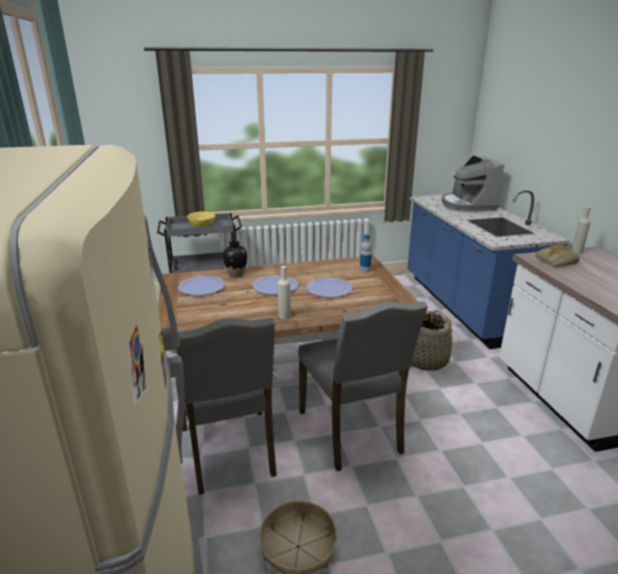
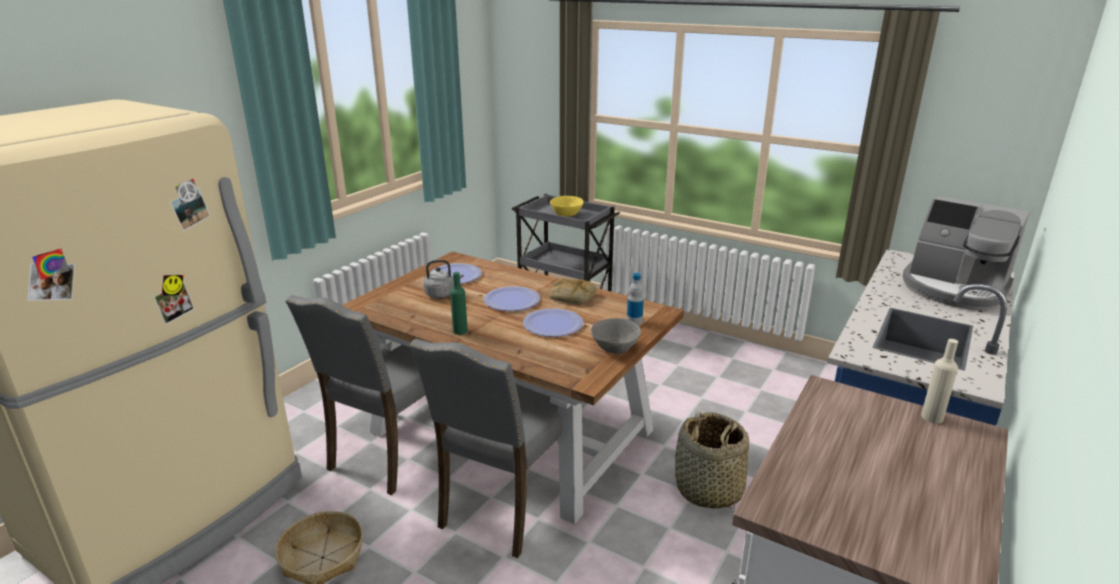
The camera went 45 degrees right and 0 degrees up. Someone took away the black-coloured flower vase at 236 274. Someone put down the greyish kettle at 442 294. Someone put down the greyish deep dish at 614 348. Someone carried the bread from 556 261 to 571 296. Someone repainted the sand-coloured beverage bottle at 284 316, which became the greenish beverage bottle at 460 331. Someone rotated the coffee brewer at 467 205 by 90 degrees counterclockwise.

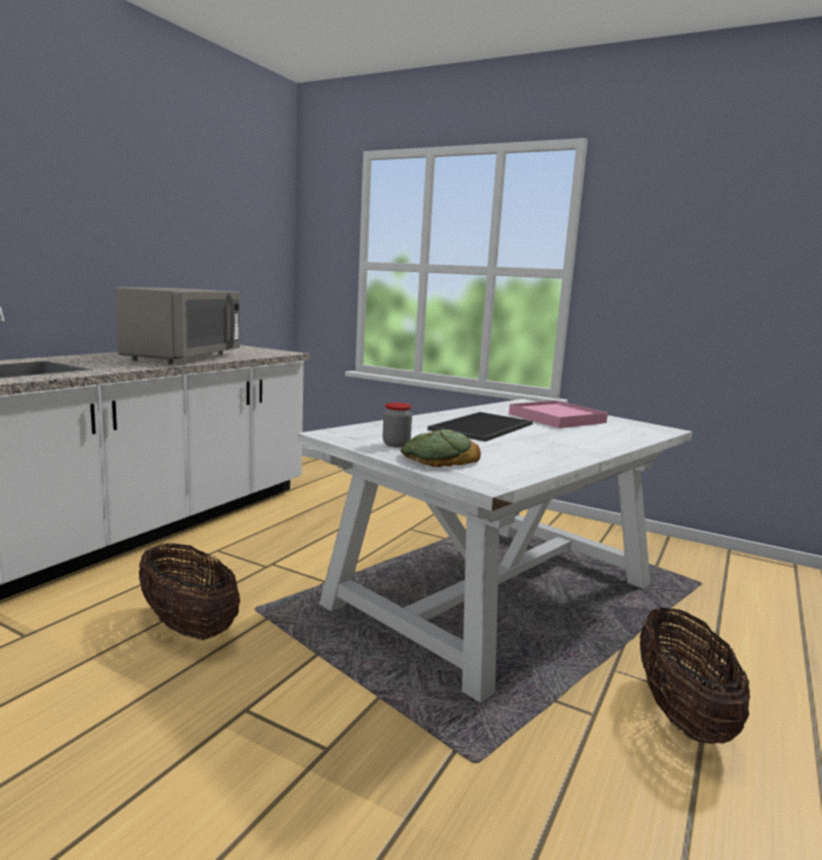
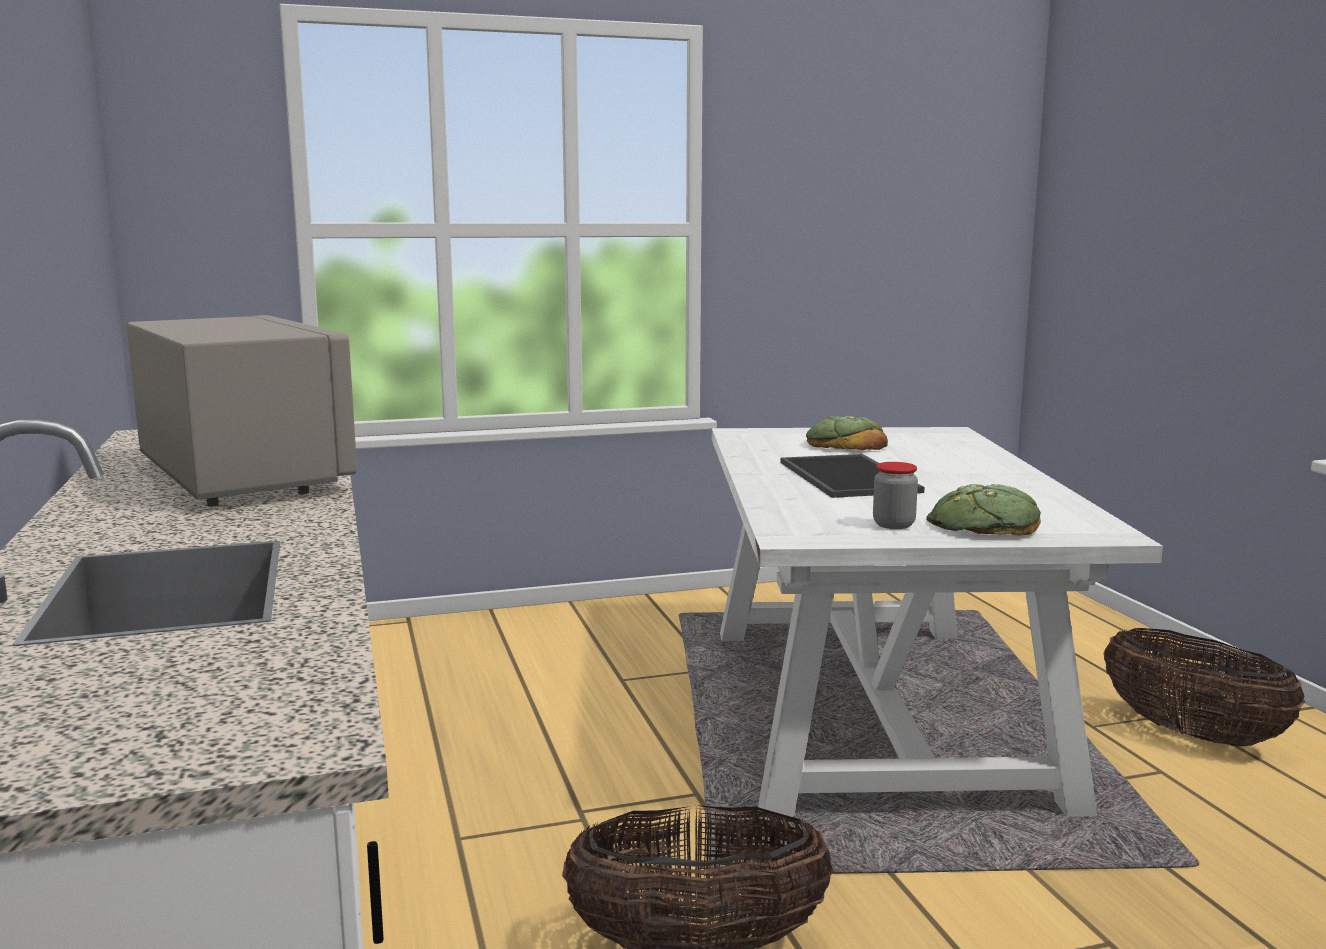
The camera went 45 degrees left and 0 degrees up. Someone swapped the pink carrying tray at 556 418 for the bread at 845 445.

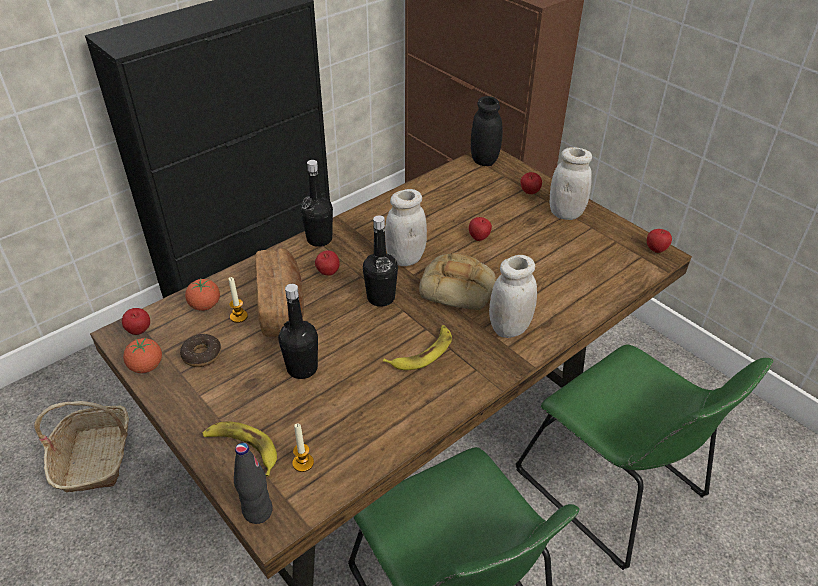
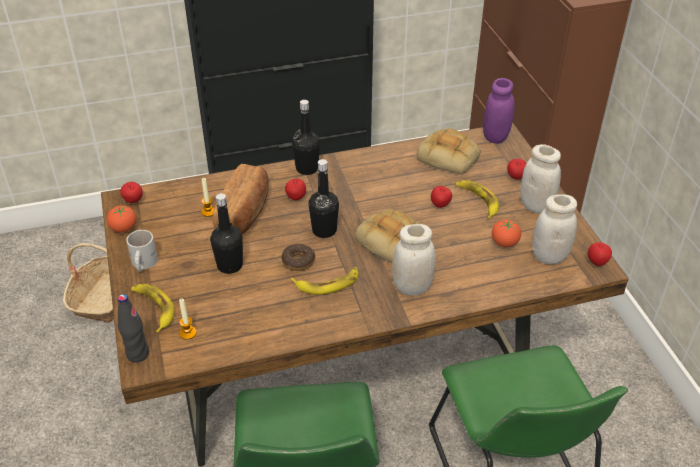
The camera went 25 degrees right and 0 degrees up. Someone put down the whitish tea mug at 142 264. Someone put down the bread at 449 157. Someone put down the whole banana at 477 200. Someone carried the ring doughnut from 202 355 to 298 261. Someone carried the tomato from 205 305 to 504 243. Someone carried the whitish preserve jar from 405 258 to 549 256. Someone repainted the black-coloured preserve jar at 484 160, which became the purple preserve jar at 495 137.

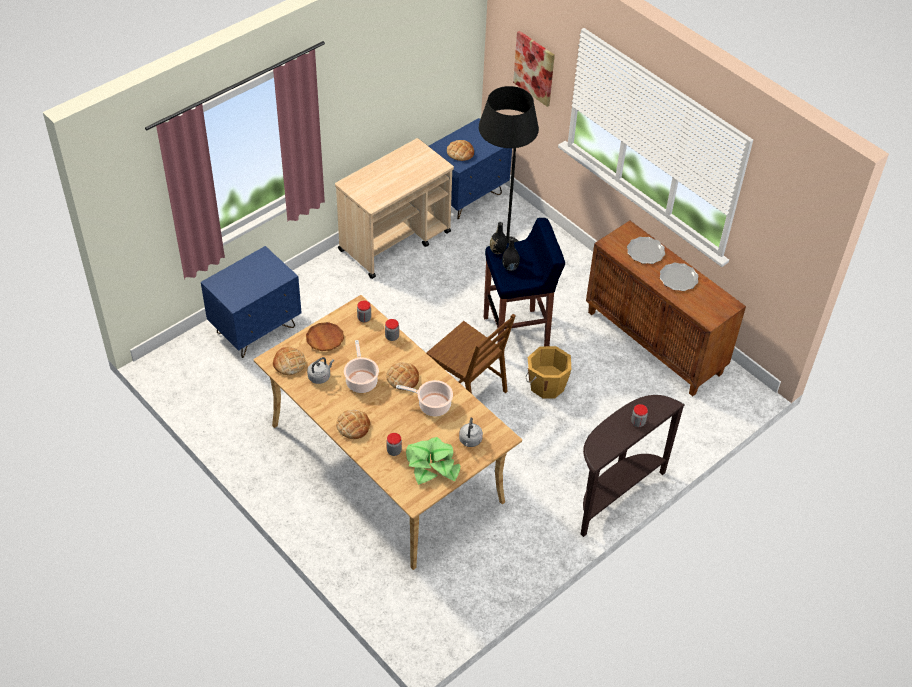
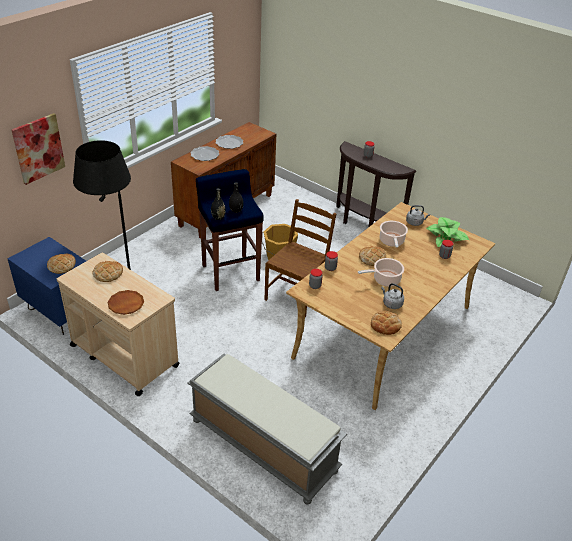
The camera went 100 degrees left and 10 degrees down. Someone carried the brown-coloured flat dish from 325 338 to 126 304. Someone carried the bread from 353 426 to 108 273. Someone swapped the blue bedside table at 256 330 for the greyish indoor bench at 261 445.

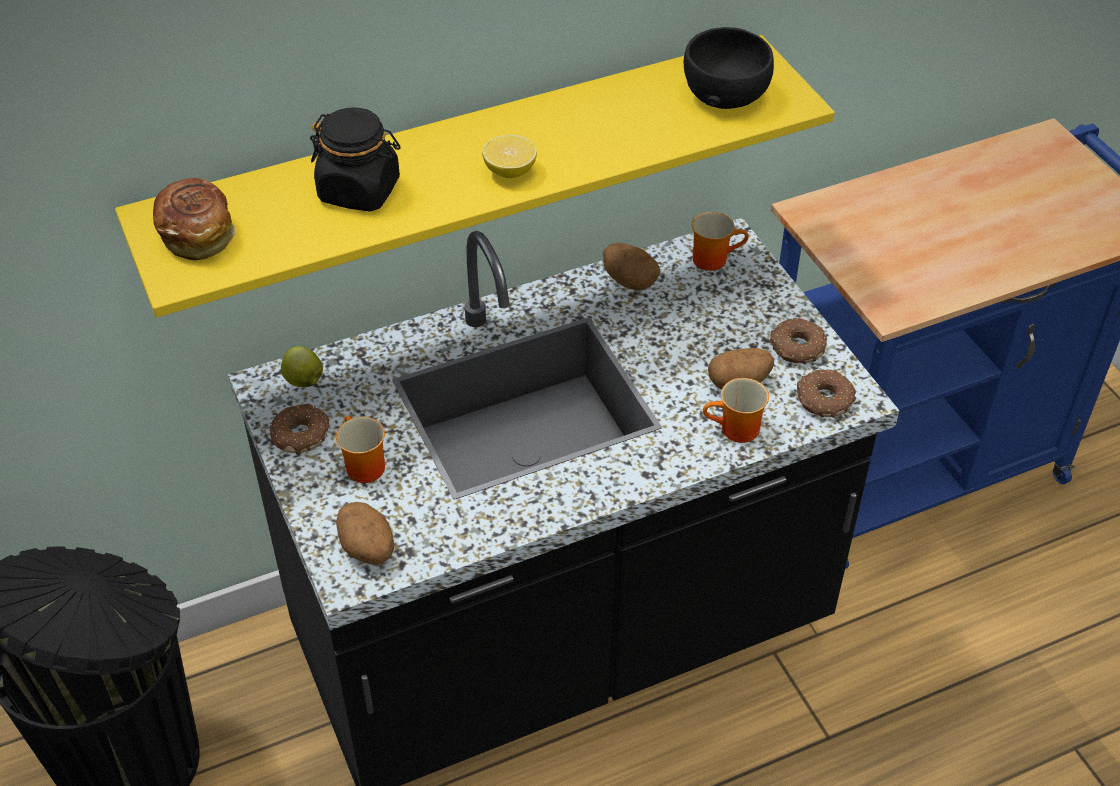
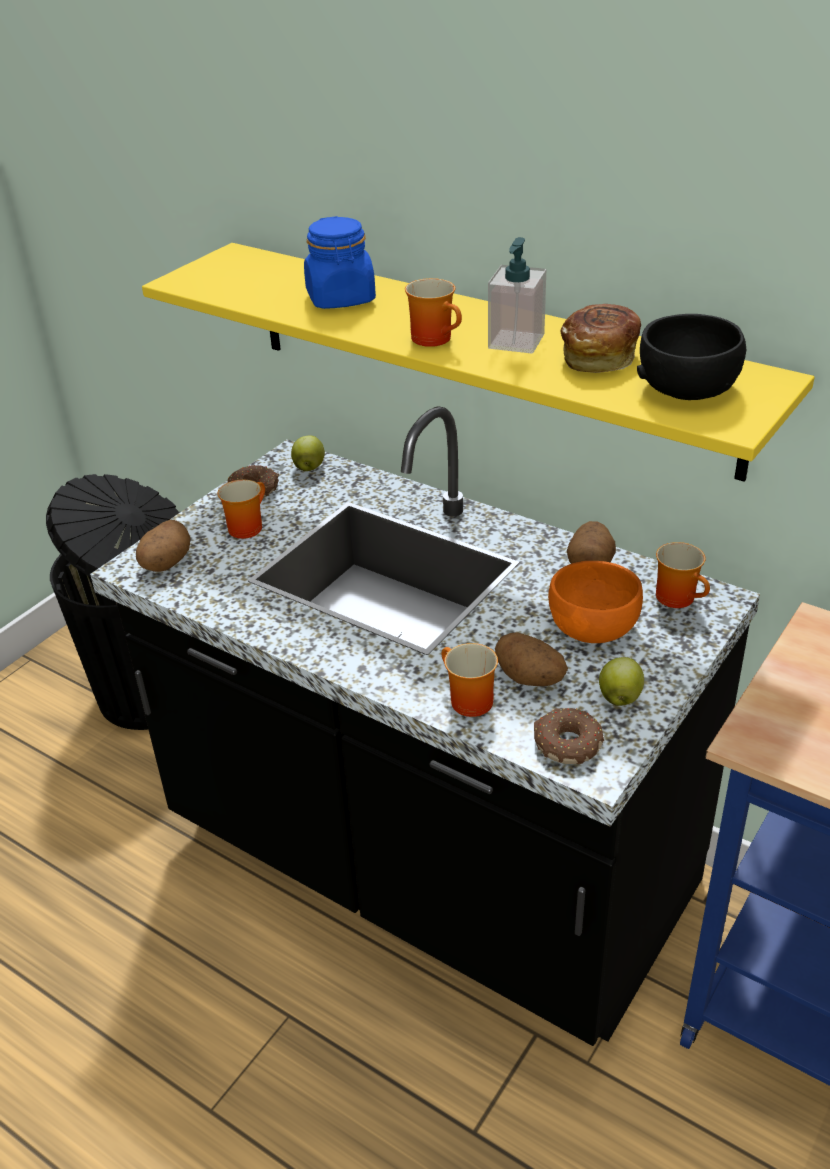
The camera went 60 degrees right and 10 degrees down. Someone put down the soap bottle at 516 341. Someone put down the orangey deep dish at 593 626. Someone carried the bread from 197 234 to 599 357. Someone swapped the citrus fruit at 510 171 for the tea mug at 437 339. Someone swapped the ring doughnut at 796 348 for the apple fruit at 619 697. Someone repainted the black-coloured preserve jar at 360 190, which became the blue preserve jar at 341 299.

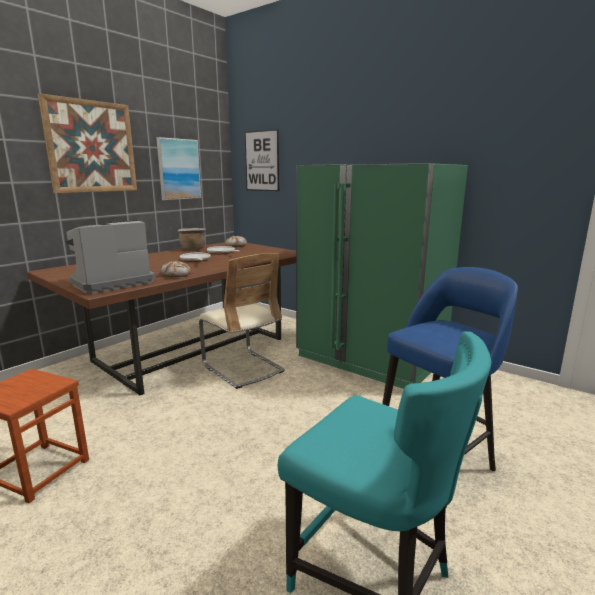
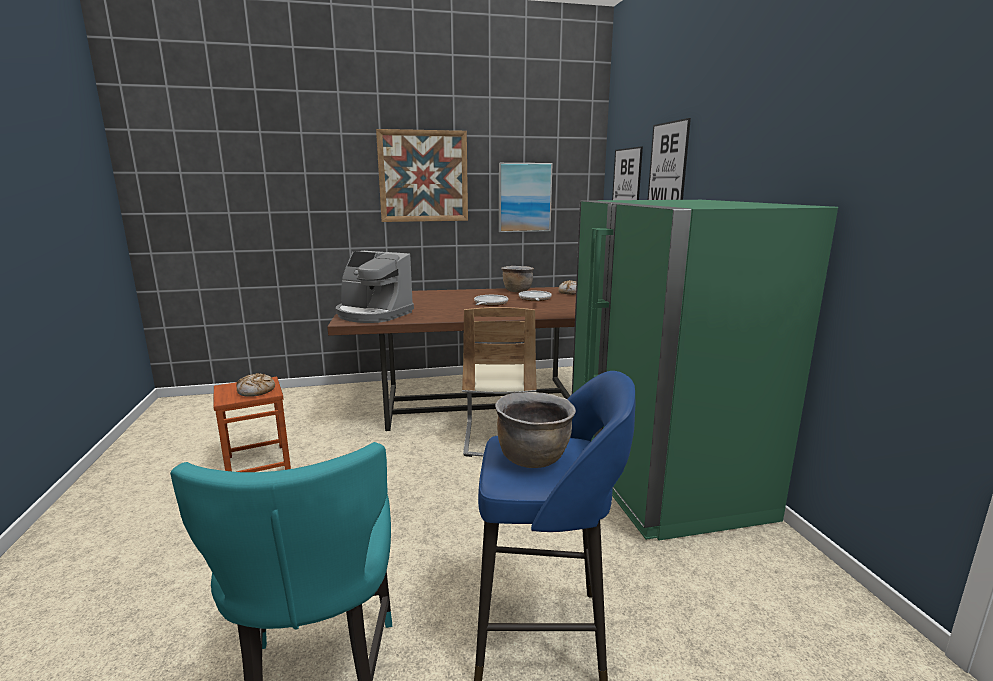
The camera went 40 degrees right and 0 degrees up. Someone put down the brown-coloured cooking pot at 533 458. Someone put up the wall picture at 667 168. Someone carried the bread from 176 275 to 256 391. Someone rotated the coffee brewer at 110 283 by 150 degrees counterclockwise.

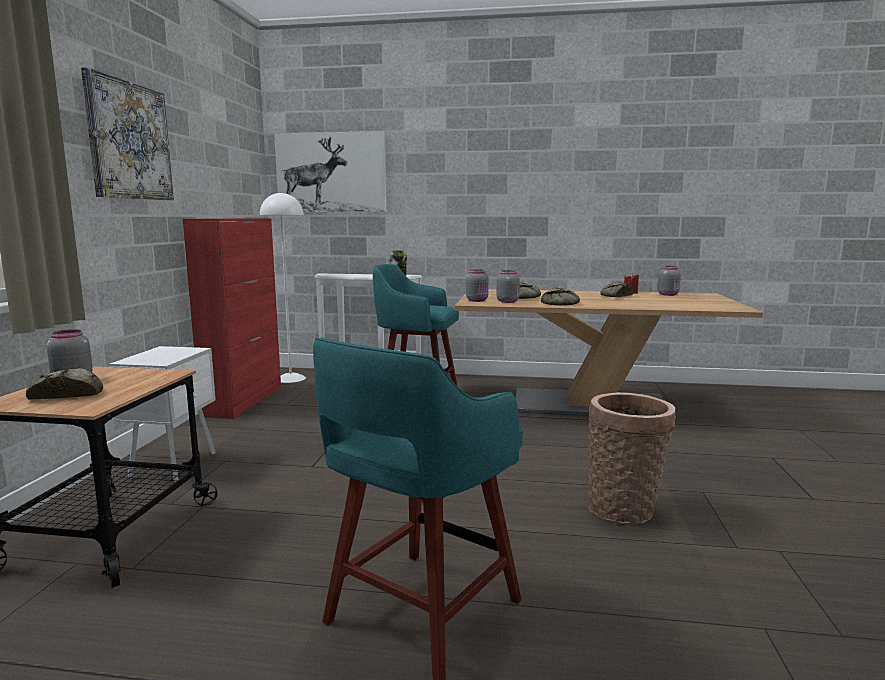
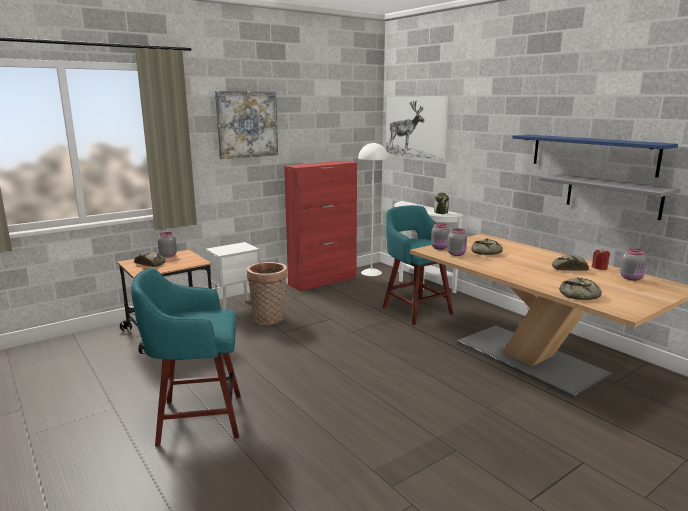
The camera went 45 degrees right and 5 degrees up. Someone put up the blue shelf at 592 154. Someone put up the greyish shelf at 613 196. Someone carried the bread from 561 303 to 580 295. Someone carried the basket from 624 510 to 269 319.

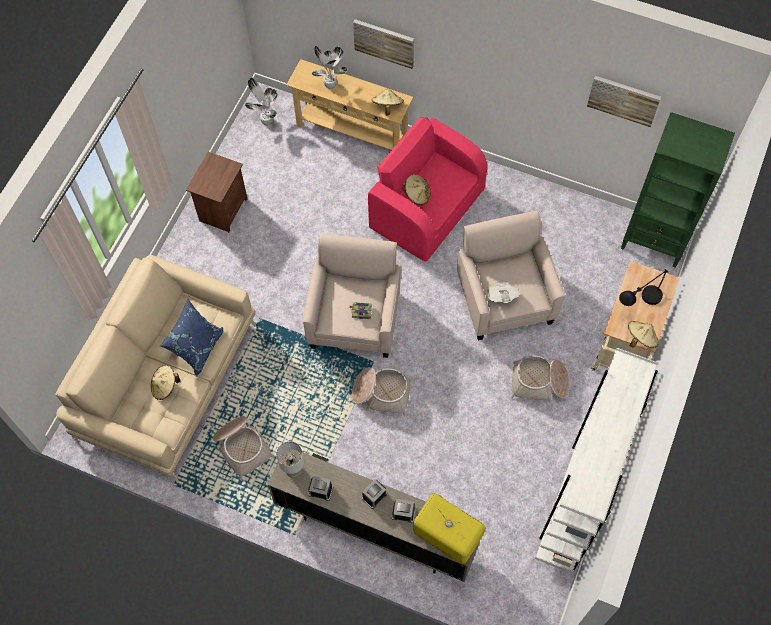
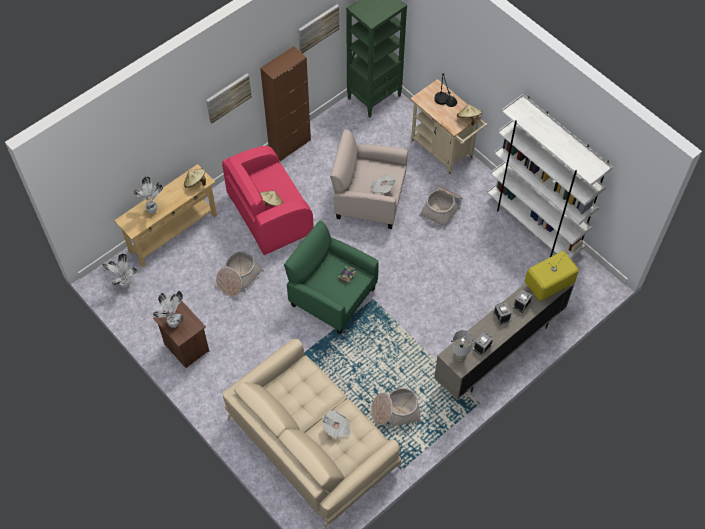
The camera went 65 degrees left and 5 degrees down. Someone took away the blue throw pillow at 197 347. Someone put down the plant in a pot at 175 323. Someone put down the brown-coloured storage cabinet at 290 145. Someone carried the basket from 381 393 to 238 278. Someone carried the wall picture from 384 42 to 228 97. Someone swapped the sand-coloured wearable hat at 165 386 for the newspaper at 337 428. Someone repainted the sand-coloured lounge chair at 354 318, which became the greenish lounge chair at 332 296.

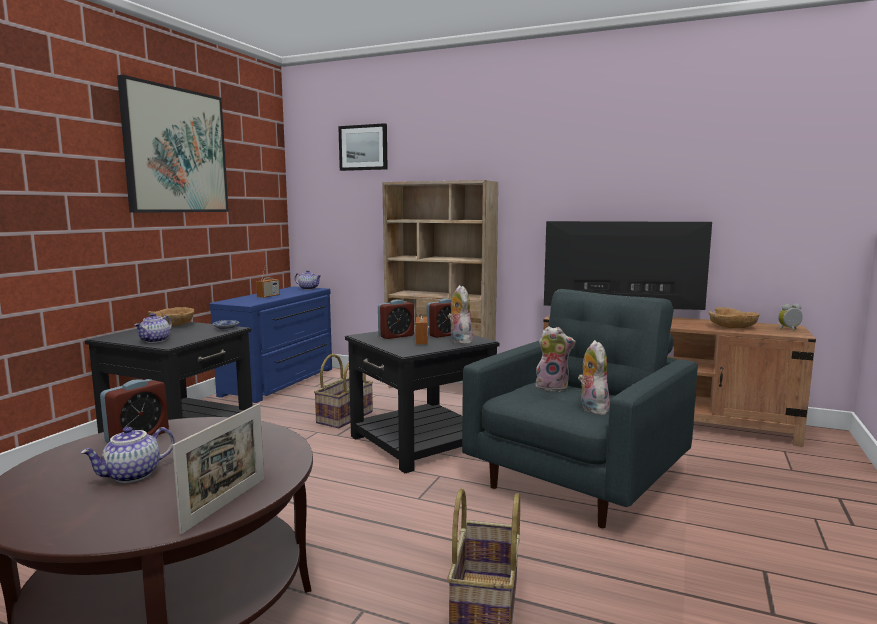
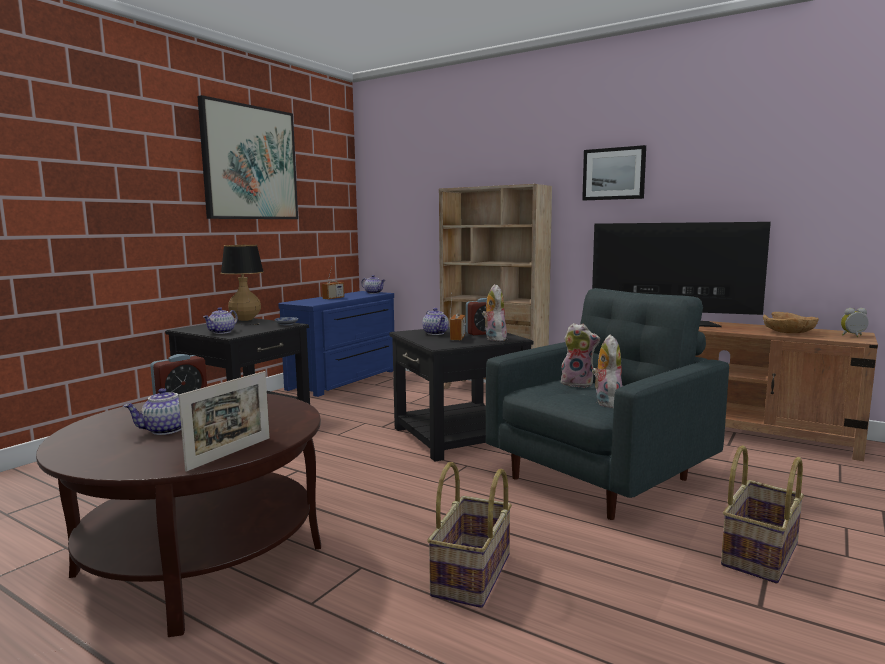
The camera went 10 degrees right and 0 degrees up. Someone carried the basket from 344 417 to 758 553. Someone carried the wall picture from 363 147 to 614 174. Someone swapped the brown-coloured deep dish at 172 325 for the table lamp at 242 321. Someone swapped the bedside clock at 396 336 for the pot for tea at 436 333.

